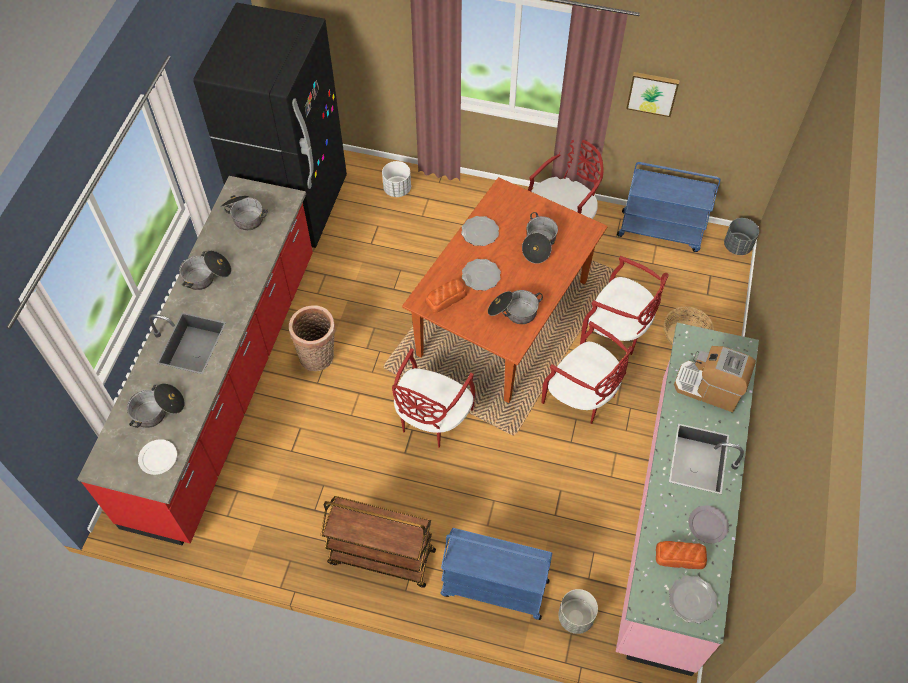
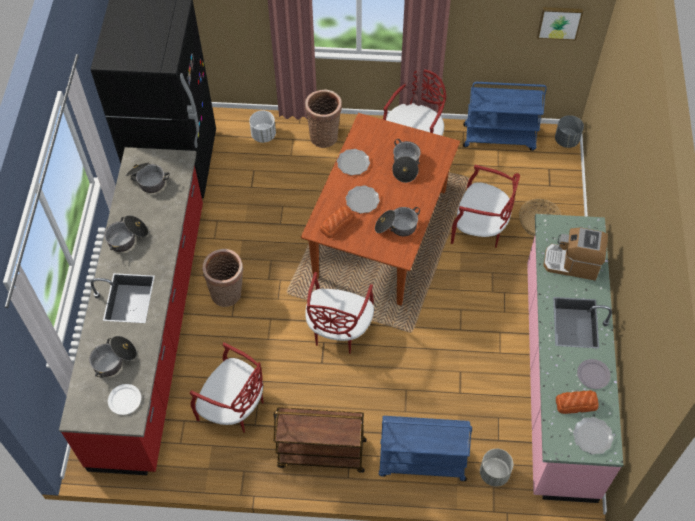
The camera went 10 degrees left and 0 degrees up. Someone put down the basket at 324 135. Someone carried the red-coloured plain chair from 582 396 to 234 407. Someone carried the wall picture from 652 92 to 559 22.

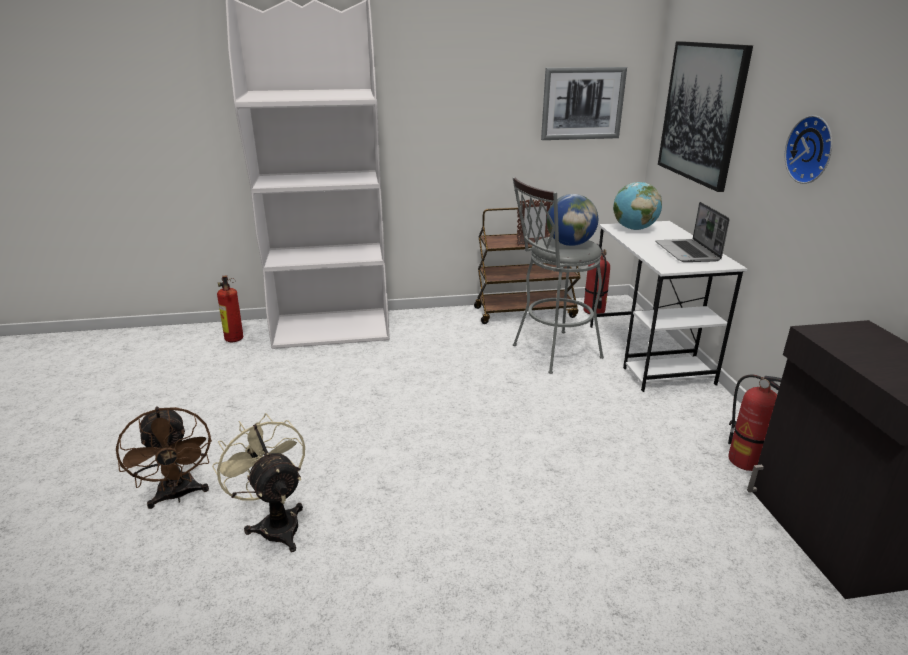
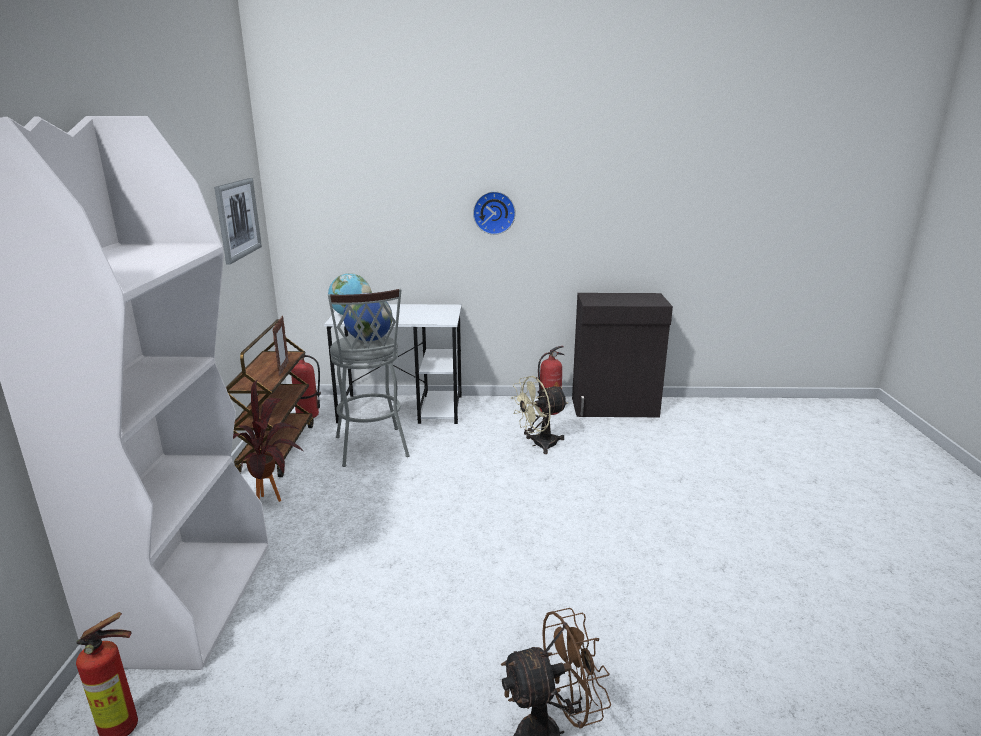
The camera went 80 degrees left and 5 degrees down. Someone took away the laptop at 688 252. Someone took away the wall picture at 701 113. Someone put down the plant in a pot at 274 500. Someone carried the sand-coloured cooling fan from 276 523 to 539 445.

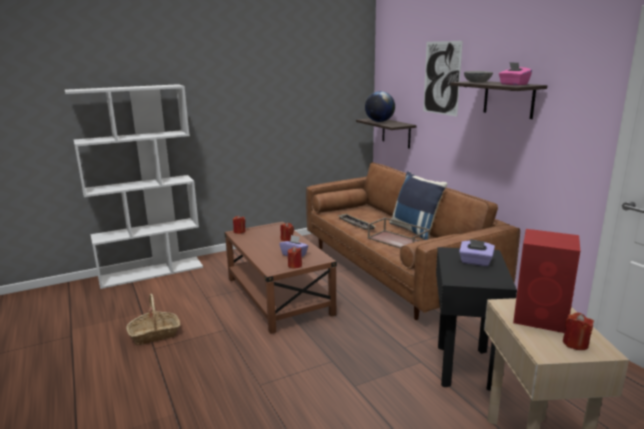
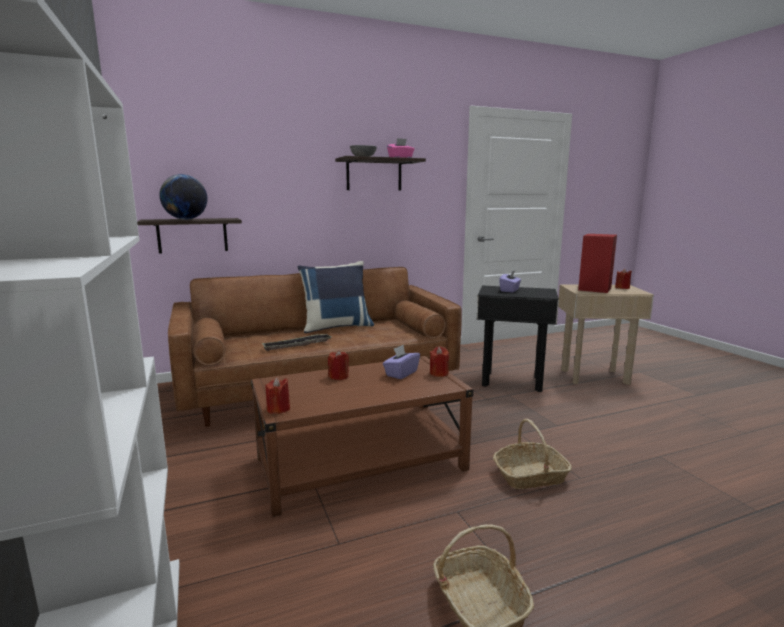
The camera went 85 degrees left and 5 degrees down. Someone took away the brown-coloured carrying tray at 398 241. Someone took away the wall picture at 441 78. Someone put down the basket at 530 476.

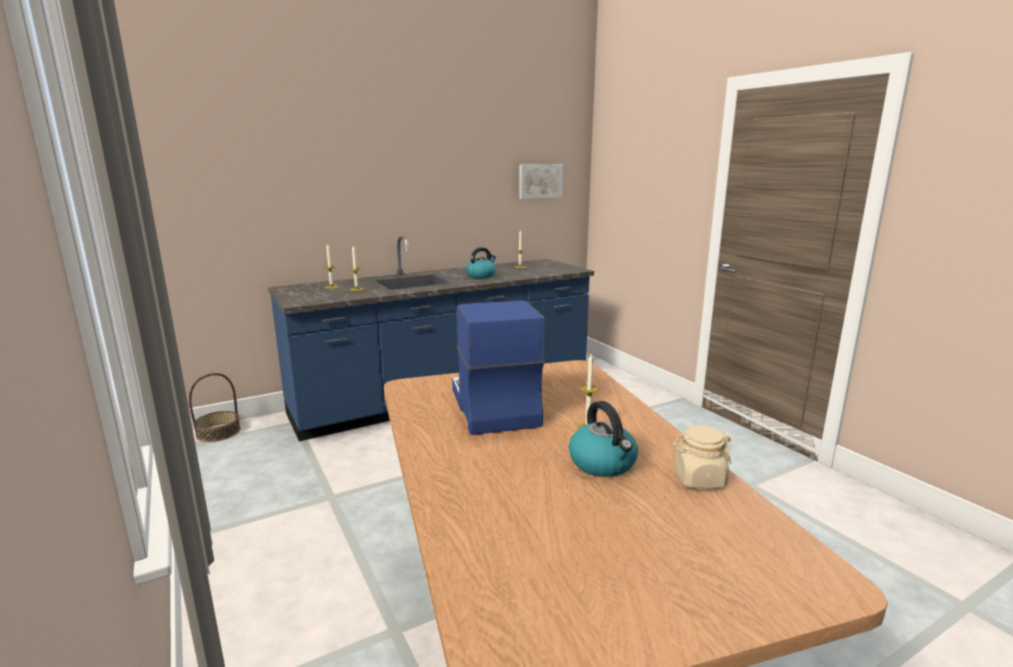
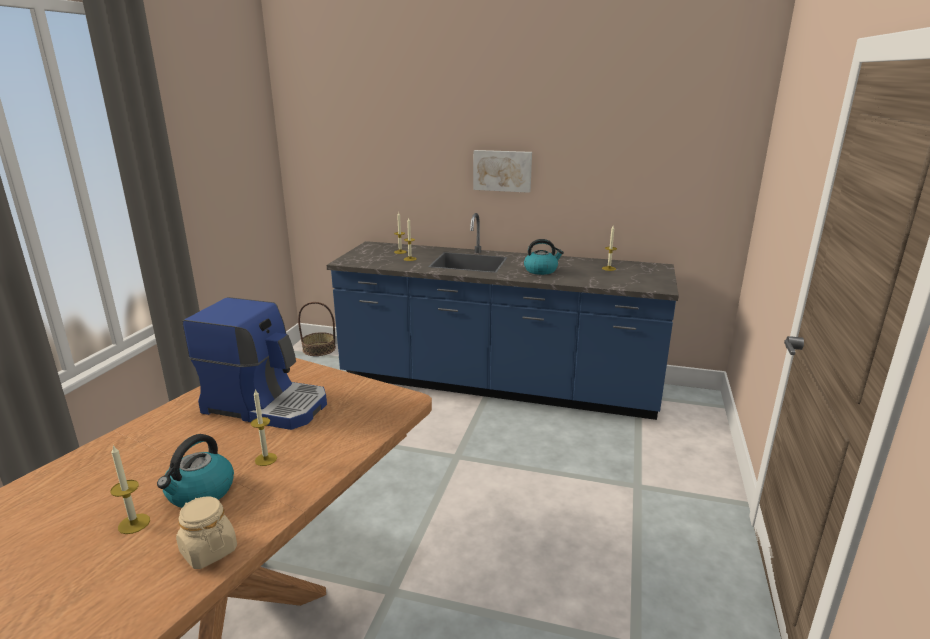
The camera went 45 degrees right and 5 degrees up. Someone put down the wax candle at 134 523. Someone carried the wall picture from 540 181 to 502 170. Someone rotated the coffee brewer at 492 406 by 75 degrees clockwise.

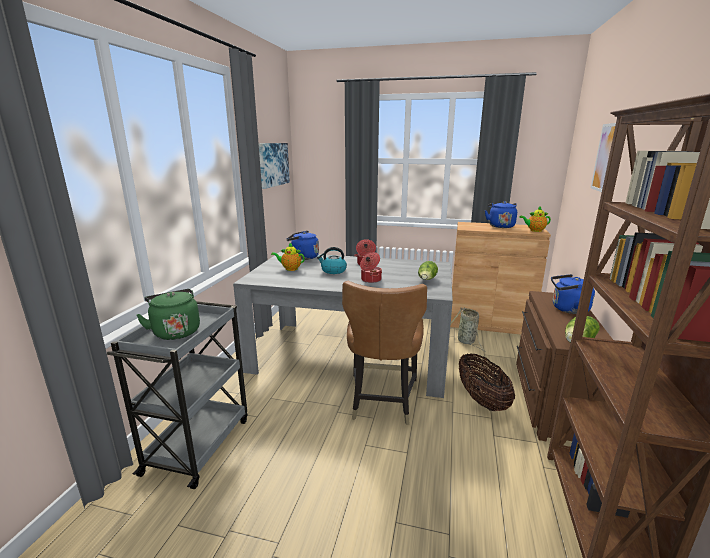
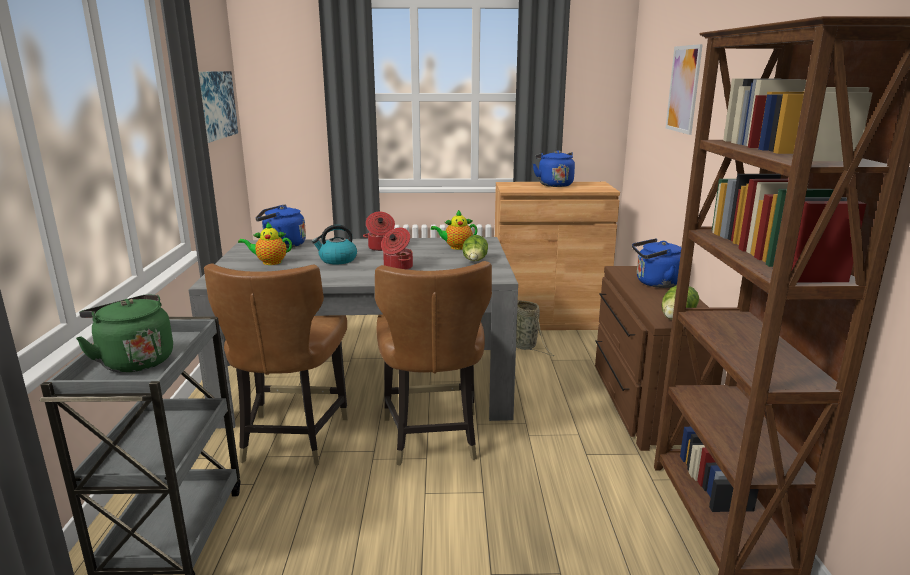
The camera went 15 degrees left and 0 degrees up. Someone took away the basket at 482 400. Someone put down the brown-coloured plain chair at 292 438. Someone carried the pot for tea from 534 230 to 456 247.

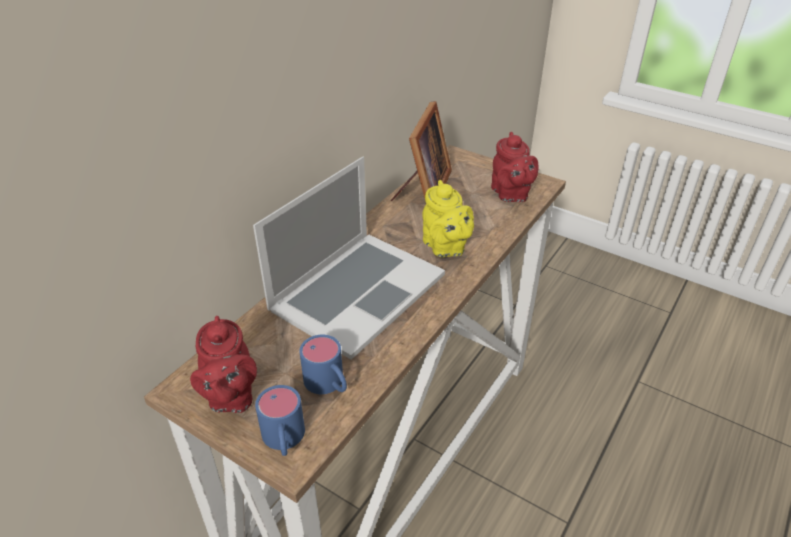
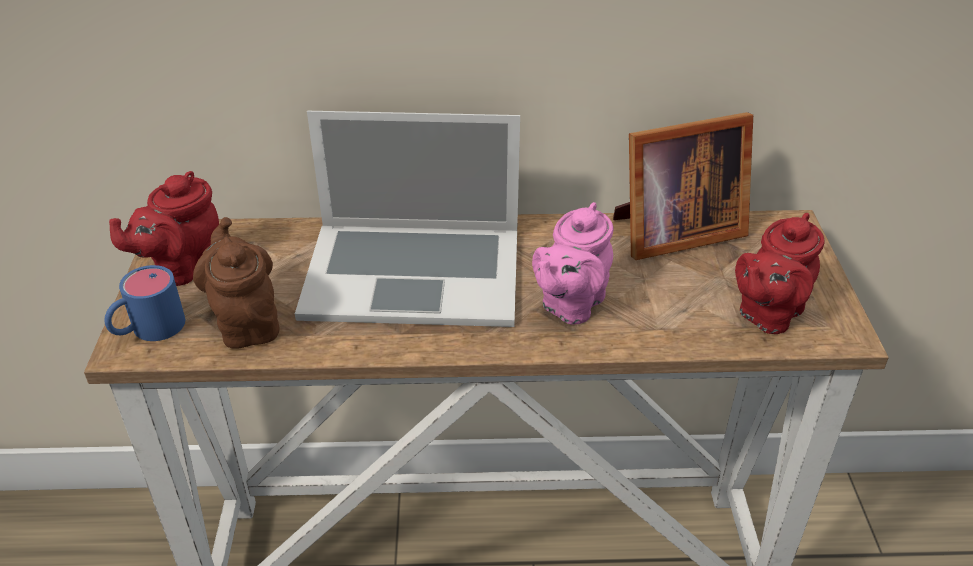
The camera went 55 degrees right and 0 degrees up. Someone swapped the blue tea mug at 329 384 for the brown-coloured pot for tea at 246 322. Someone repainted the yellow-coloured pot for tea at 445 248, which became the pink pot for tea at 570 305.

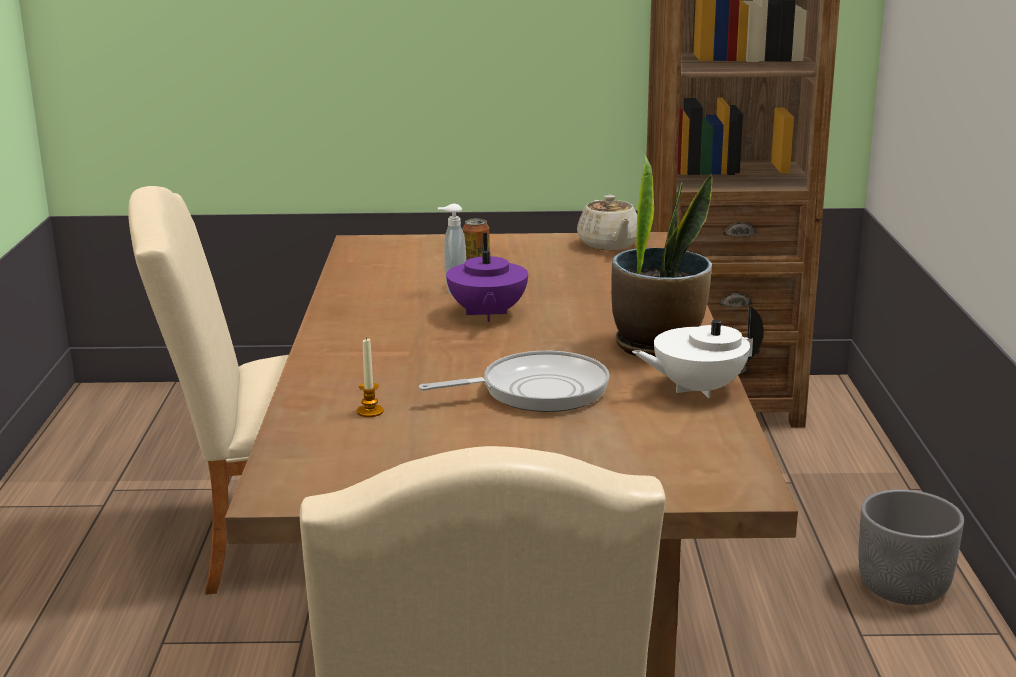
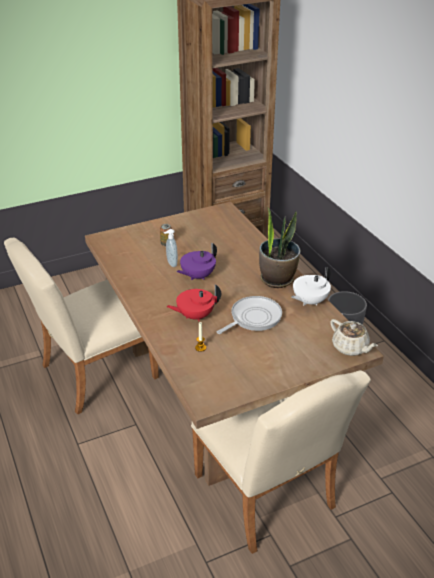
The camera went 25 degrees left and 15 degrees up. Someone put down the red-coloured pot for tea at 195 316. Someone carried the sand-coloured pot for tea from 609 245 to 350 348. Someone rotated the purple pot for tea at 487 314 by 75 degrees clockwise.

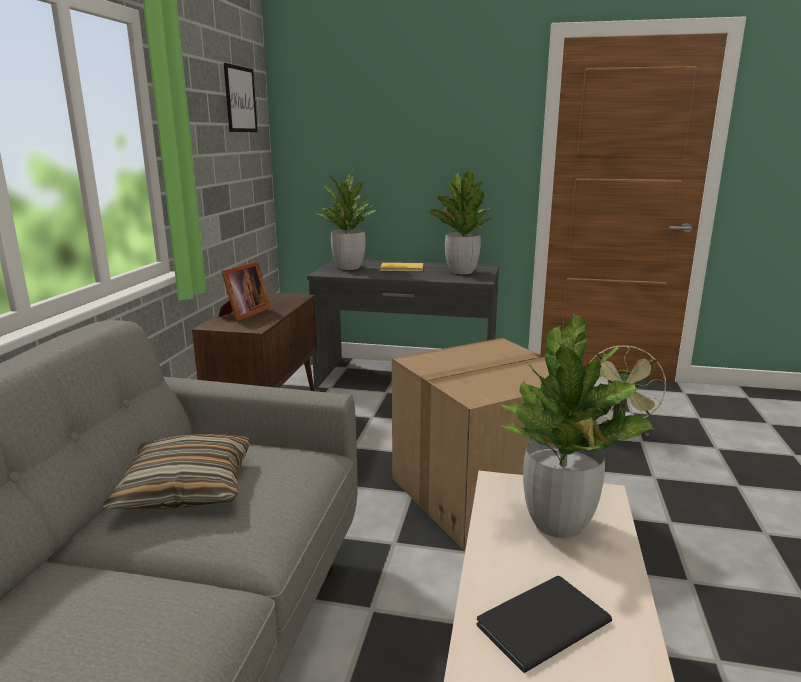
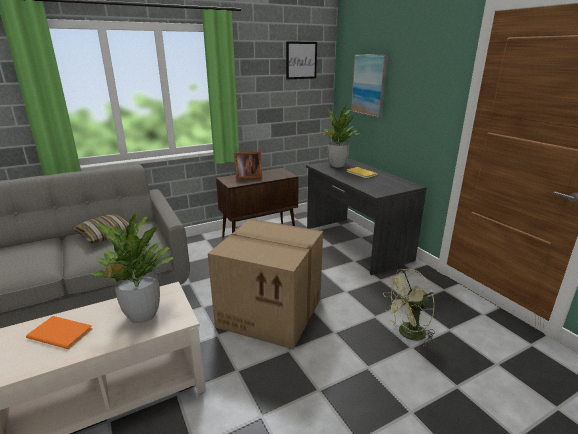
The camera went 50 degrees right and 5 degrees up. Someone took away the plant in a pot at 461 271. Someone put up the wall picture at 369 85. Someone repainted the black-coloured volume at 538 623, which became the orangey volume at 60 332.

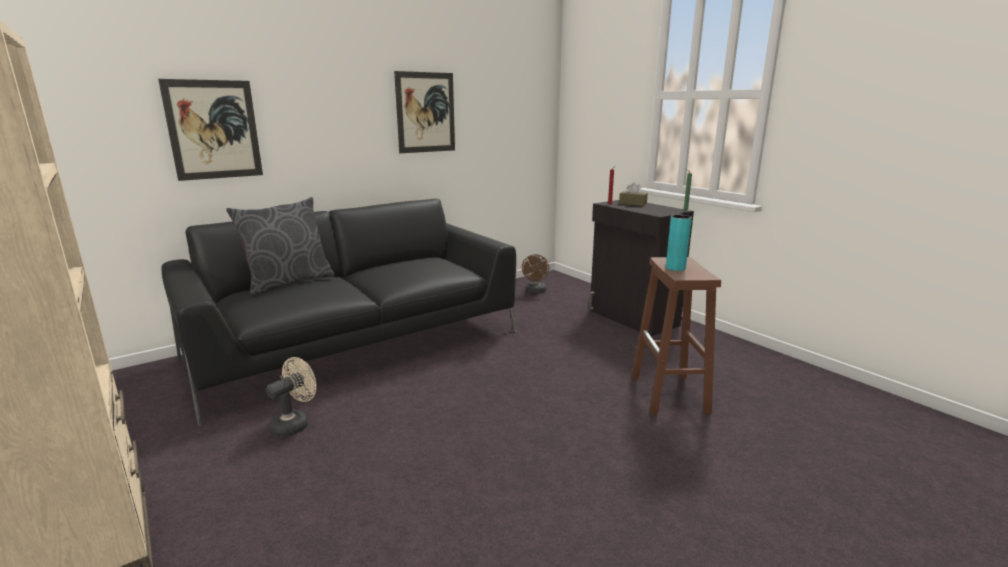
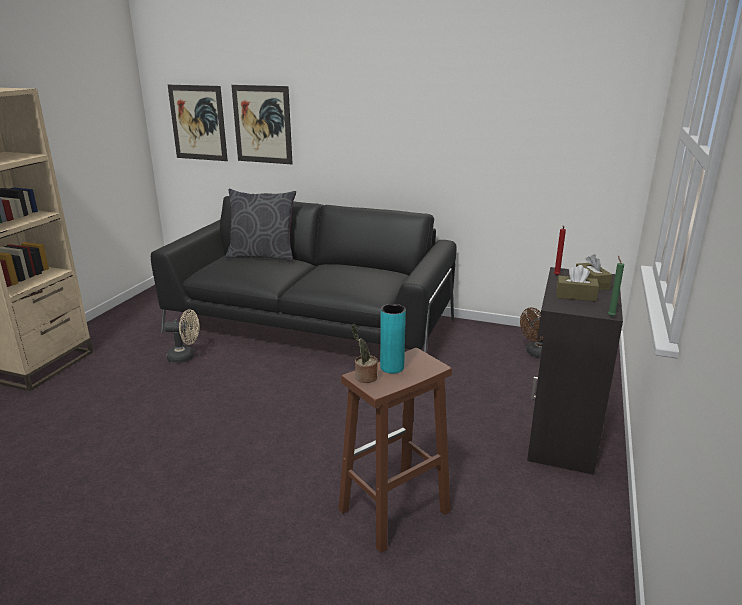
The camera went 55 degrees right and 5 degrees up. Someone put down the plant in a pot at 364 377. Someone put down the brown-coloured tissue box at 575 296. Someone carried the wall picture from 425 112 to 198 123.

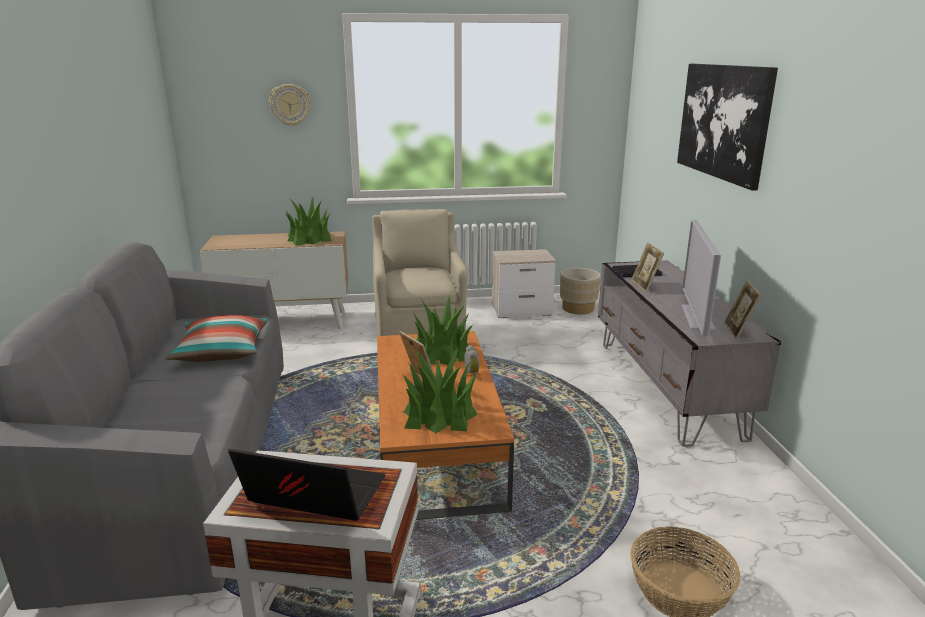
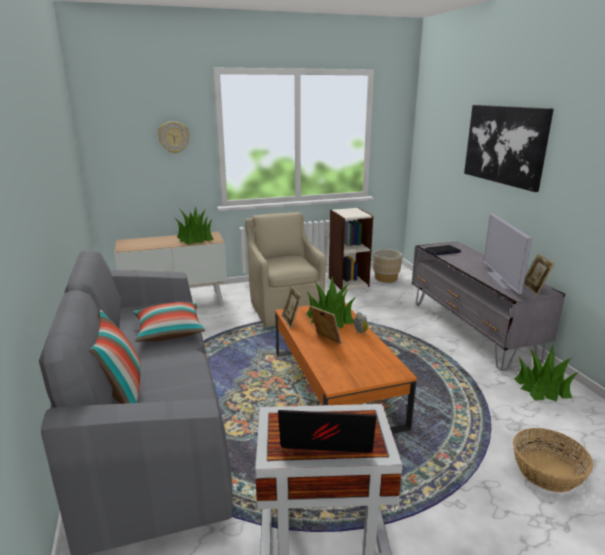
The camera went 10 degrees left and 0 degrees up. Someone put down the throw pillow at 122 394. Someone carried the plant in a pot from 439 414 to 542 387. Someone carried the picture frame from 645 286 to 291 321. Someone swapped the bedside table at 522 310 for the bookshelf at 348 282.

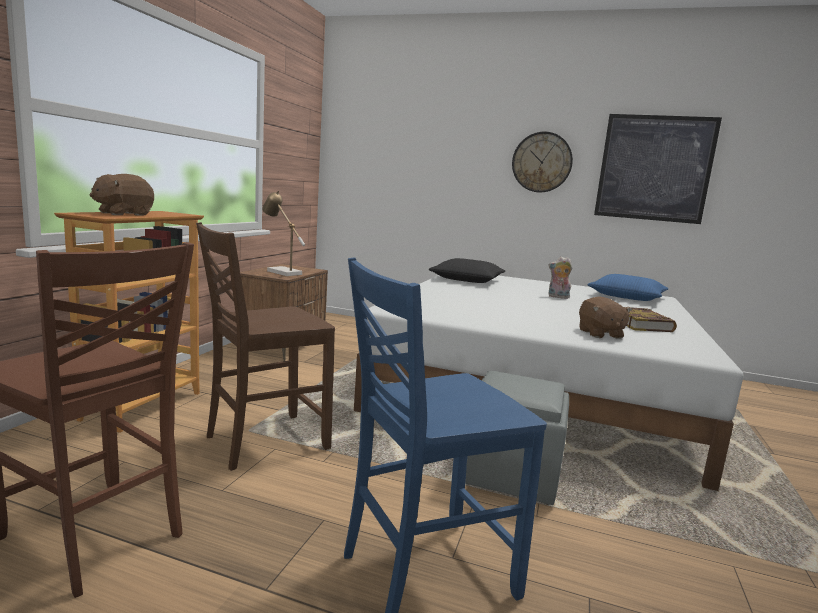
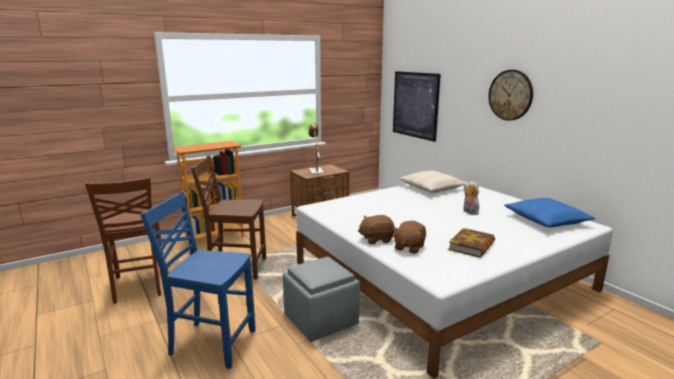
The camera went 40 degrees right and 5 degrees up. Someone carried the brown-coloured plush toy from 123 214 to 376 239. Someone carried the wall picture from 654 168 to 415 105. Someone repainted the black-coloured throw pillow at 467 280, which became the sand-coloured throw pillow at 431 188.

